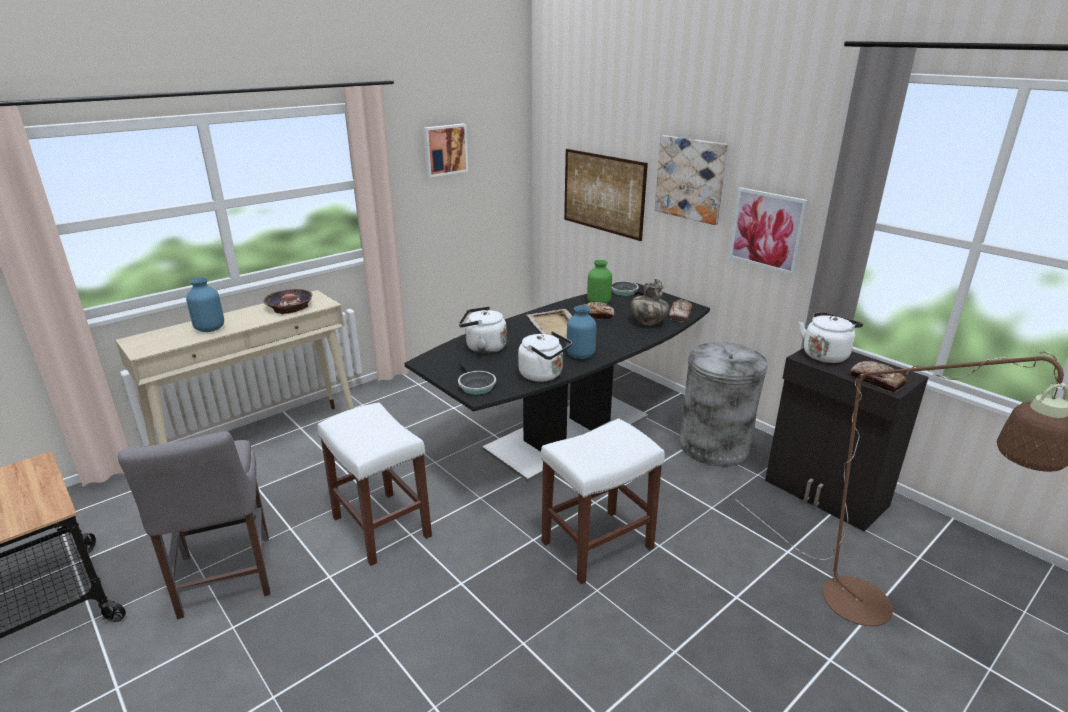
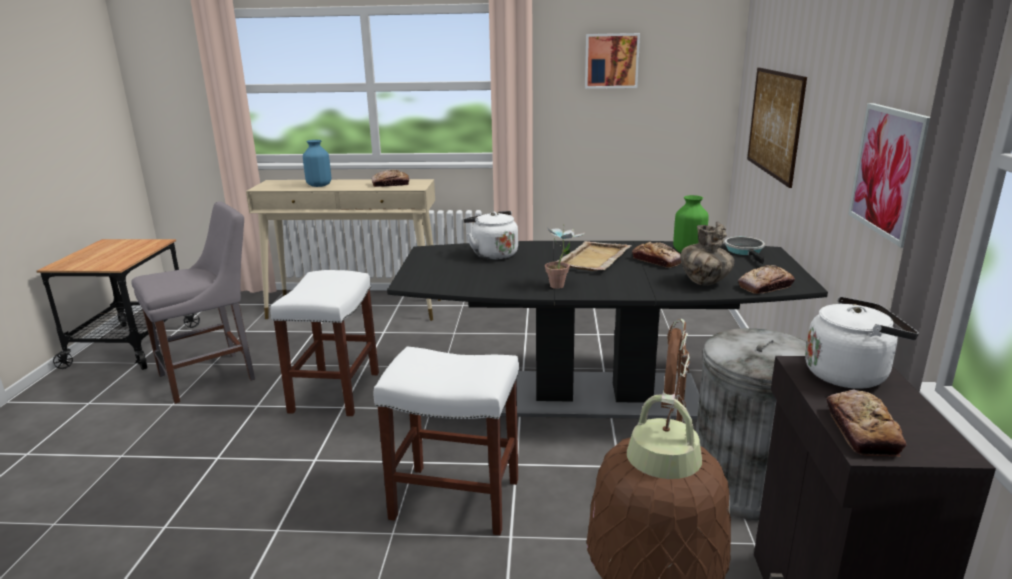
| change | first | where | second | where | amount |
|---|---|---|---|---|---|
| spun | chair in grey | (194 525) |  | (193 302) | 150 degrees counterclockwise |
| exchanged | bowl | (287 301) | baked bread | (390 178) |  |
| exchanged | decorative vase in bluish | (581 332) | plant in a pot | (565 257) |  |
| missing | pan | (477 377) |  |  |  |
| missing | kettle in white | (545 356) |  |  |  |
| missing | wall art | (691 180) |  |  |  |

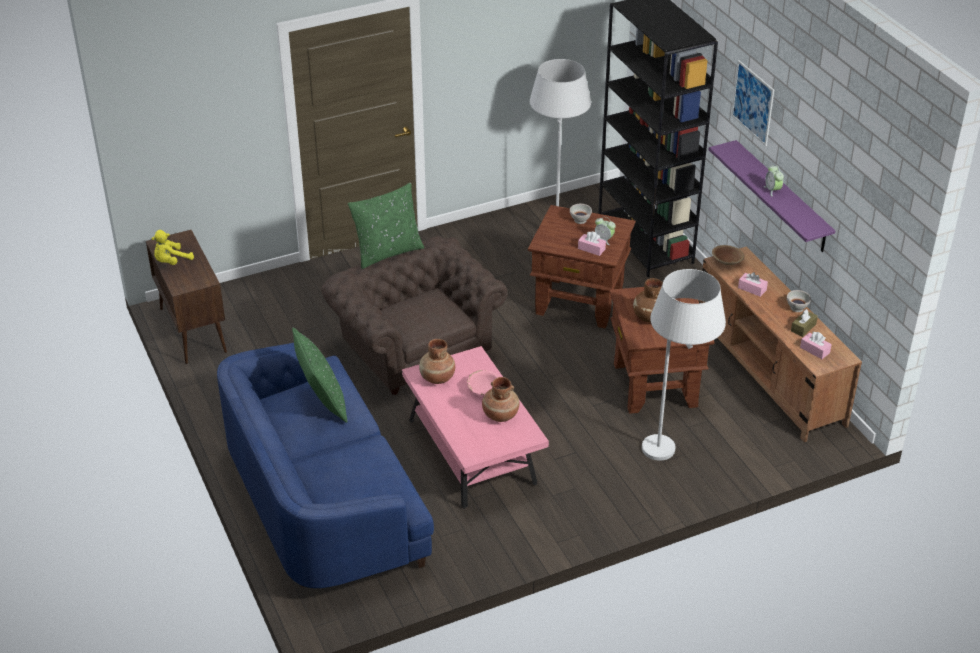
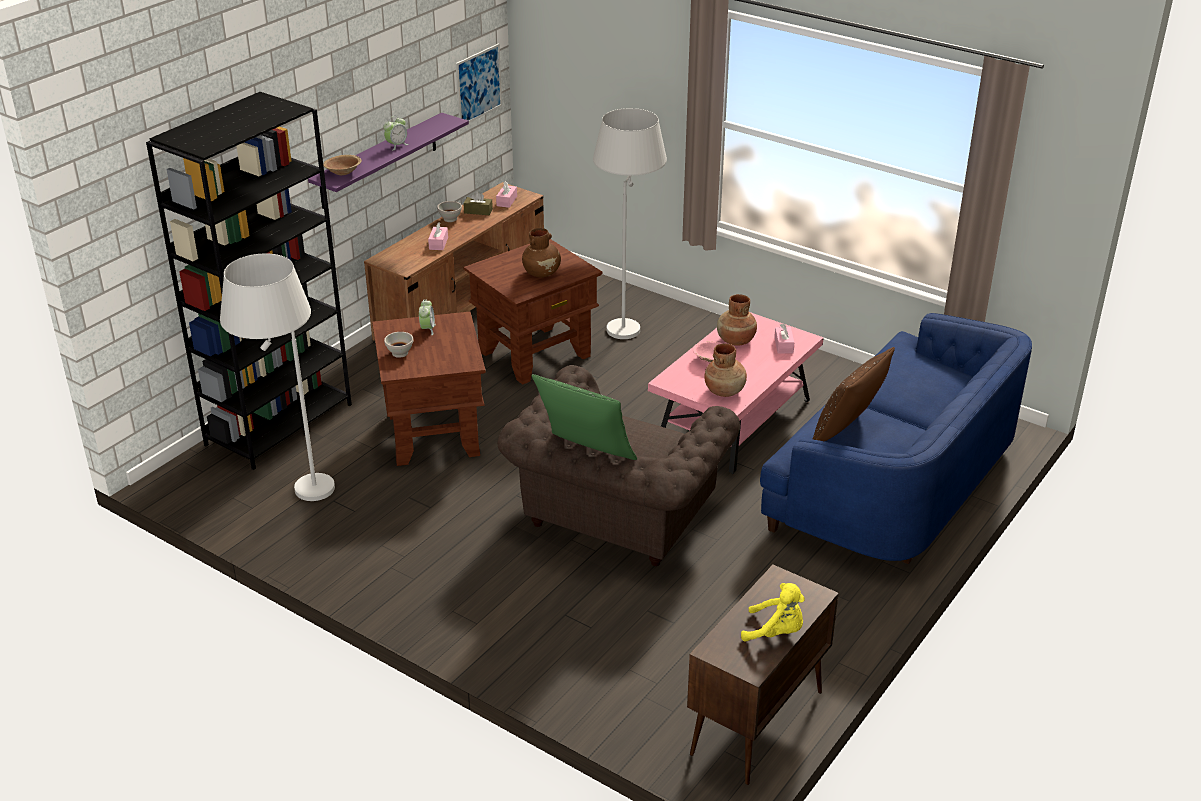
| change | first | where | second | where | amount |
|---|---|---|---|---|---|
| relocated | bowl in brown-coloured | (728 255) |  | (342 165) |  |
| relocated | wall art | (752 103) |  | (479 83) |  |
| relocated | box of tissues in pinkish | (592 243) |  | (784 339) |  |
| colour | pillow in greenish | (320 375) | pillow in brown-coloured | (853 394) |  |

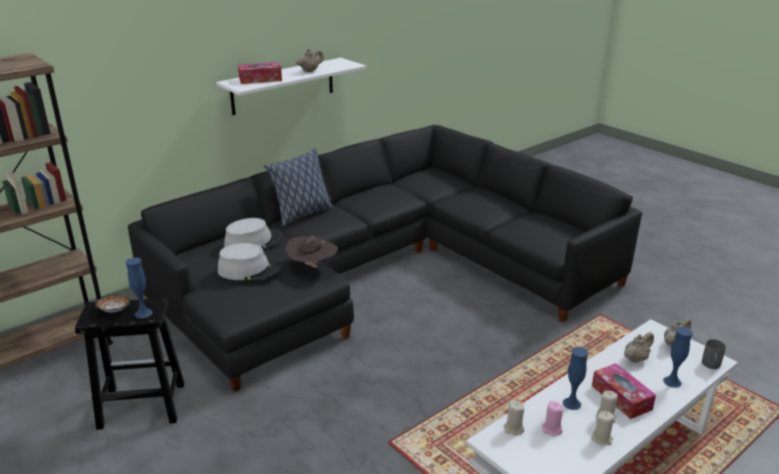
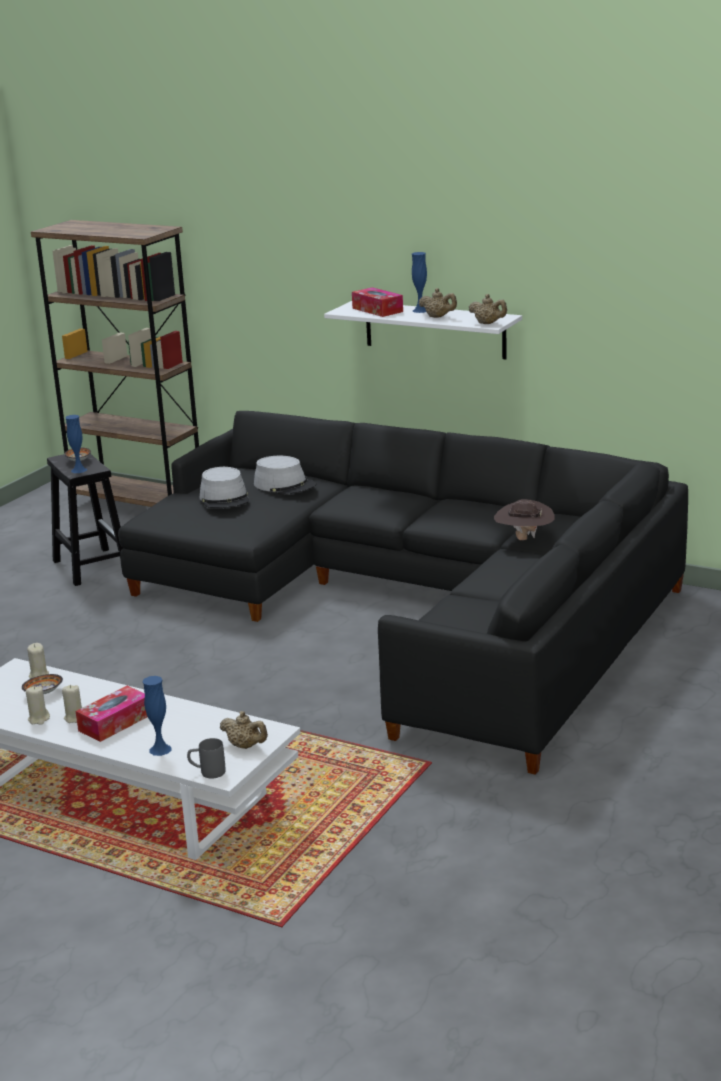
| change | first | where | second | where | amount |
|---|---|---|---|---|---|
| exchanged | candle in pinkish | (552 418) | bowl | (42 684) |  |
| relocated | decorative vase in bluish | (576 378) |  | (419 282) |  |
| relocated | pot for tea in beige | (639 347) |  | (487 309) |  |
| relocated | hat in brown-coloured | (311 252) |  | (524 519) |  |
| missing | pillow | (298 187) |  |  |  |

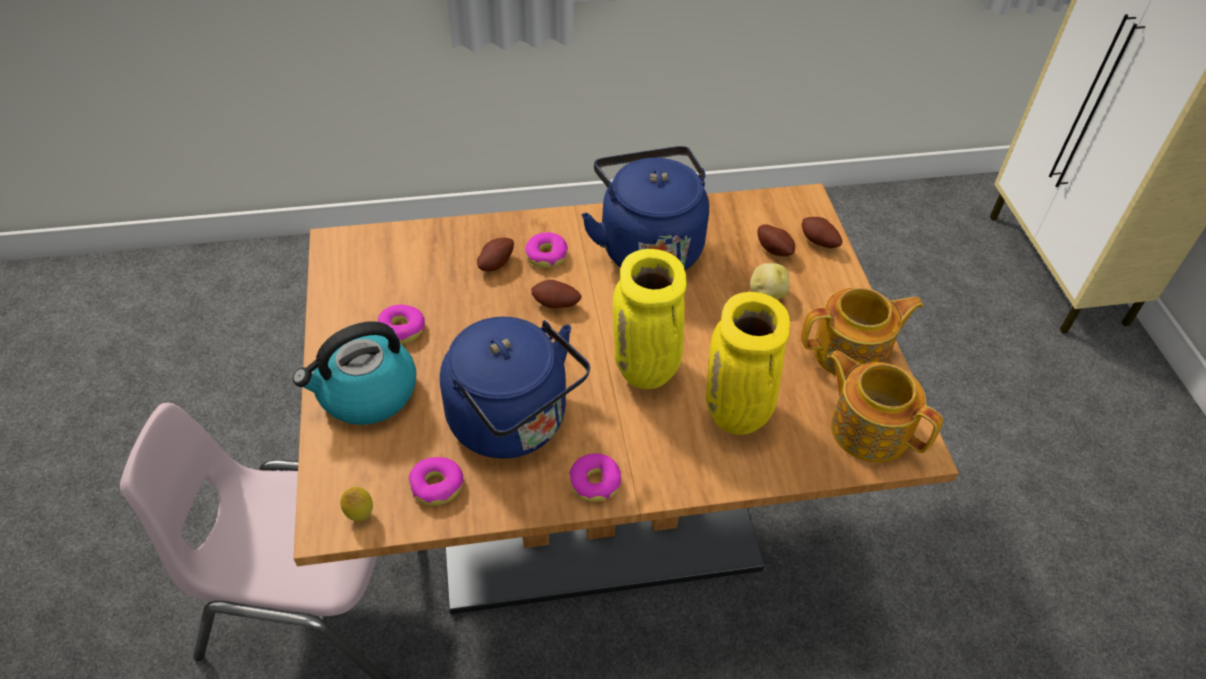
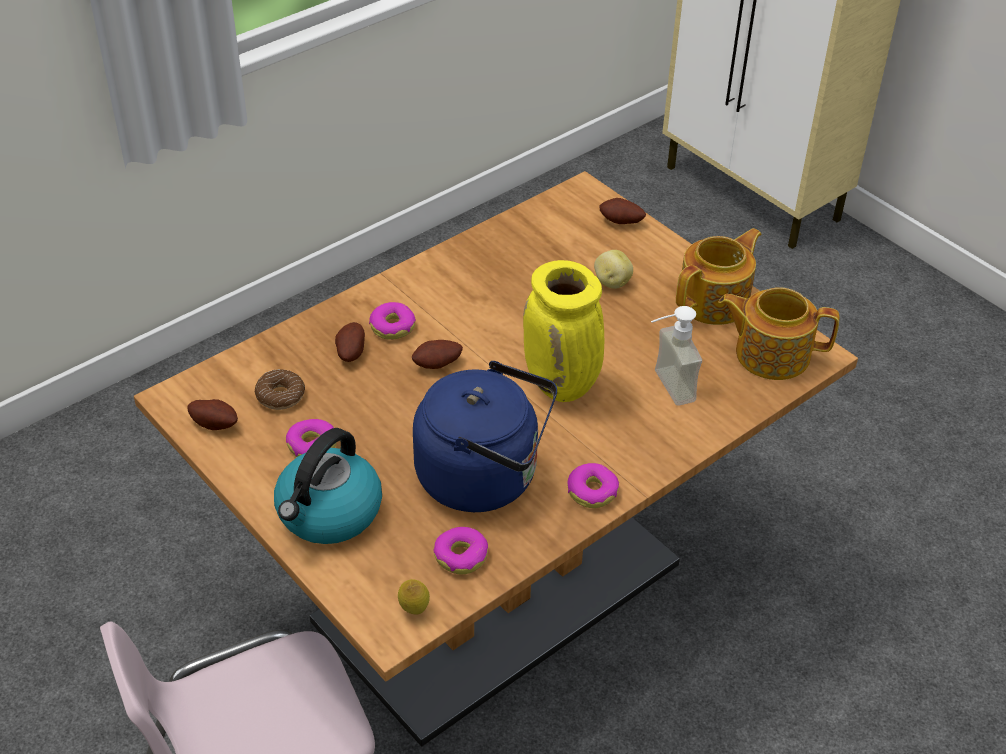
| change | first | where | second | where | amount |
|---|---|---|---|---|---|
| relocated | whole potato | (776 240) |  | (212 414) |  |
| appeared |  |  | ring doughnut | (280 389) |  |
| exchanged | decorative vase in yellowish | (748 363) | liquid soap bottle | (676 356) |  |
| missing | kettle in bluish | (645 208) |  |  |  |

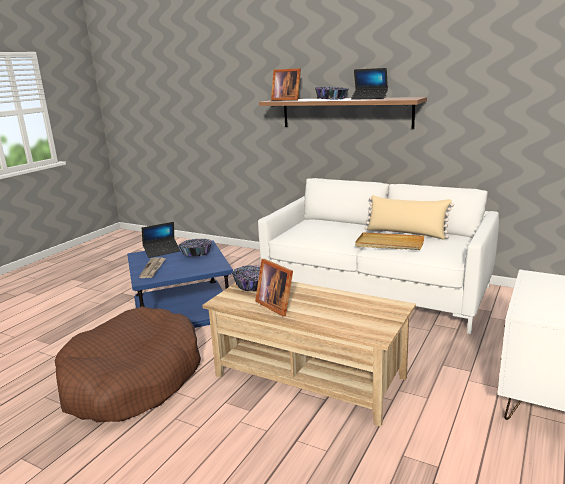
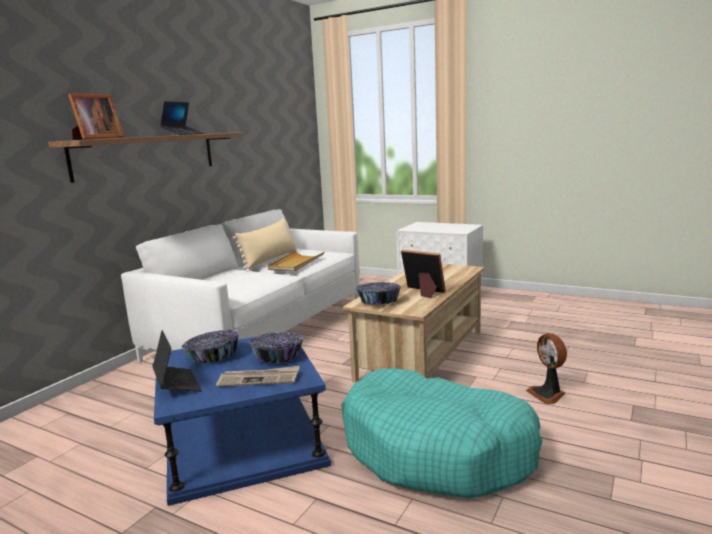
| change | first | where | second | where | amount |
|---|---|---|---|---|---|
| relocated | bowl | (332 93) |  | (276 347) |  |
| colour | dog bed in brown-coloured | (128 364) | dog bed in blue-green | (442 433) |  |
| spun | photo frame | (274 287) |  | (423 274) | 105 degrees counterclockwise |
| appeared |  |  | fan | (546 368) |  |

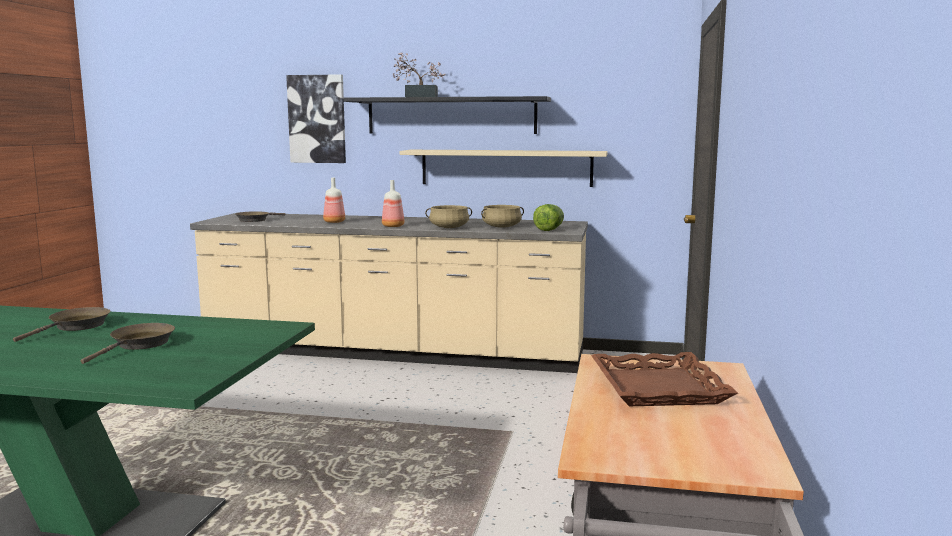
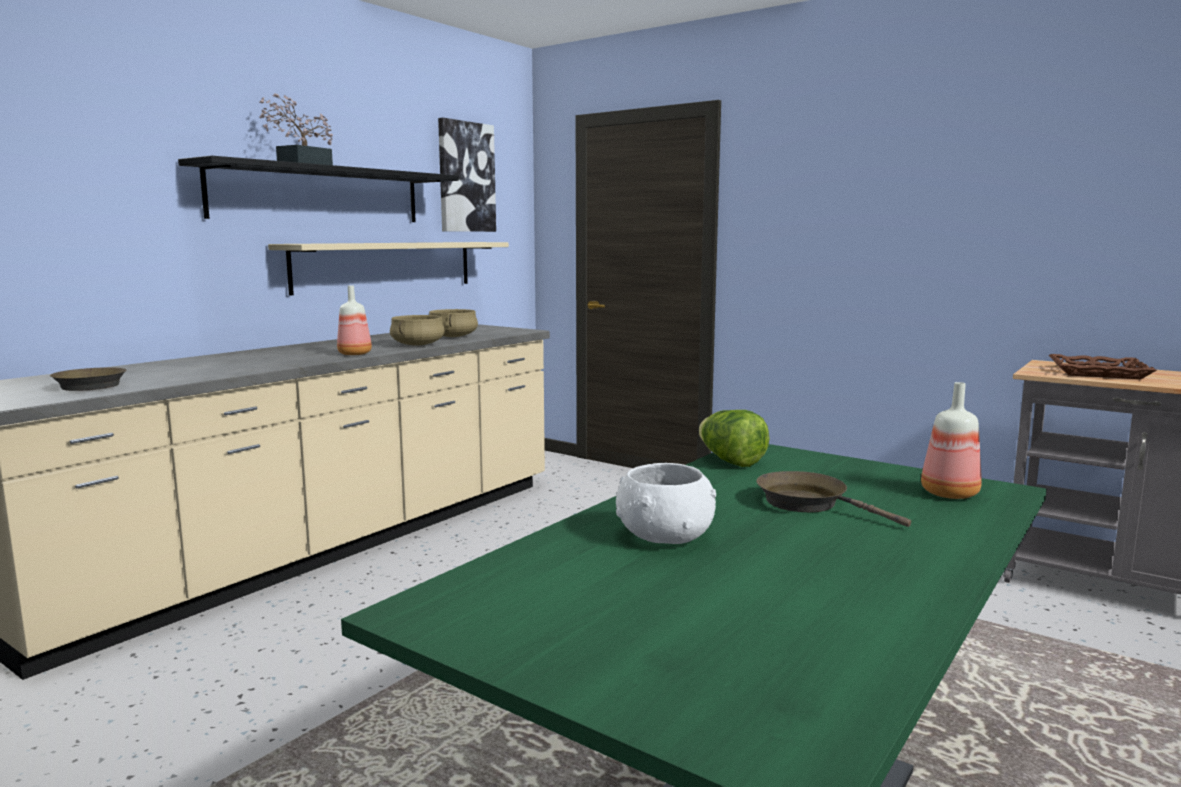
| change | first | where | second | where | amount |
|---|---|---|---|---|---|
| relocated | wall art | (316 118) |  | (467 175) |  |
| exchanged | pan in brown-coloured | (61 324) | bowl in white | (666 503) |  |
| relocated | head of lettuce | (548 217) |  | (734 438) |  |
| relocated | drink bottle | (334 200) |  | (951 440) |  |

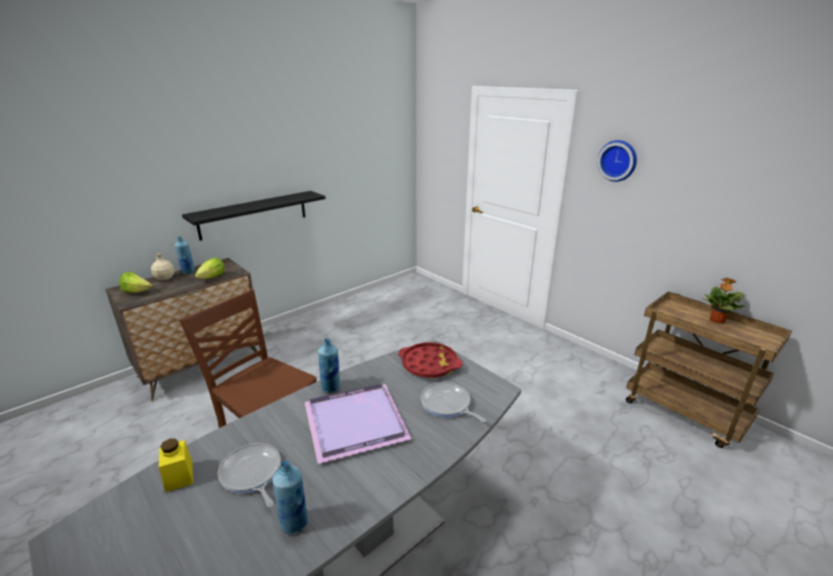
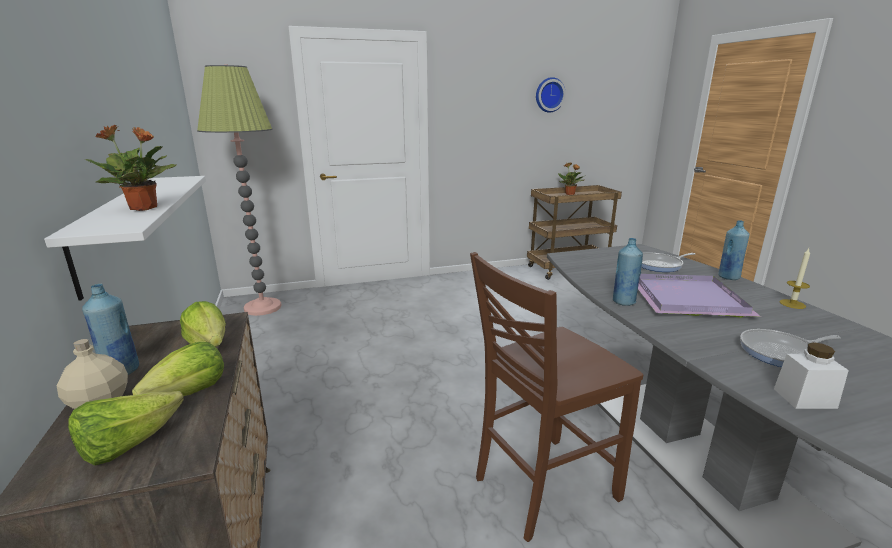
| change | first | where | second | where | amount |
|---|---|---|---|---|---|
| colour | shelf in black-coloured | (254 216) | shelf in white | (125 238) |  |
| appeared |  |  | plant in a pot | (130 168) |  |
| appeared |  |  | head of lettuce | (178 369) |  |
| appeared |  |  | standard lamp | (239 190) |  |
| relocated | wall clock | (617 161) |  | (551 95) |  |
| relocated | drink bottle in bluish | (290 497) |  | (734 250) |  |
| colour | preserve jar in yellowish | (176 465) | preserve jar in white | (811 375) |  |
| appeared |  |  | candle | (794 279) |  |
| missing | carrying tray in reddish | (430 360) |  |  |  |

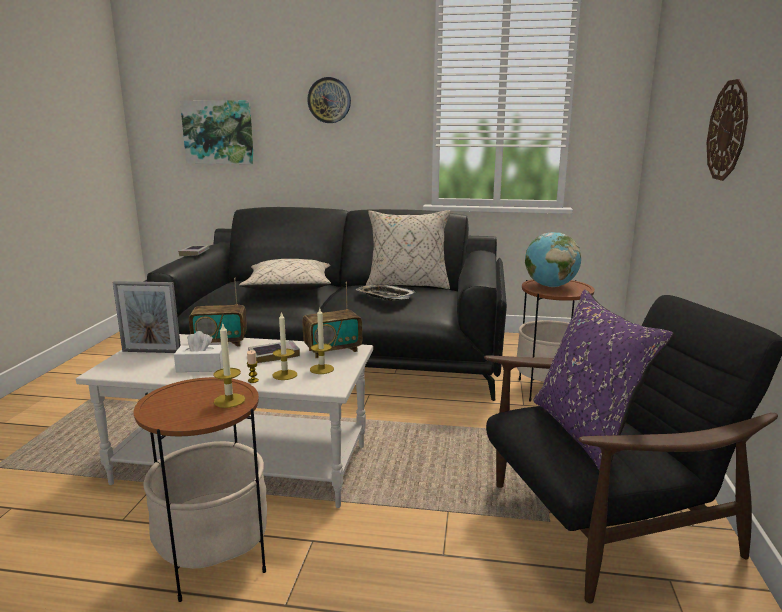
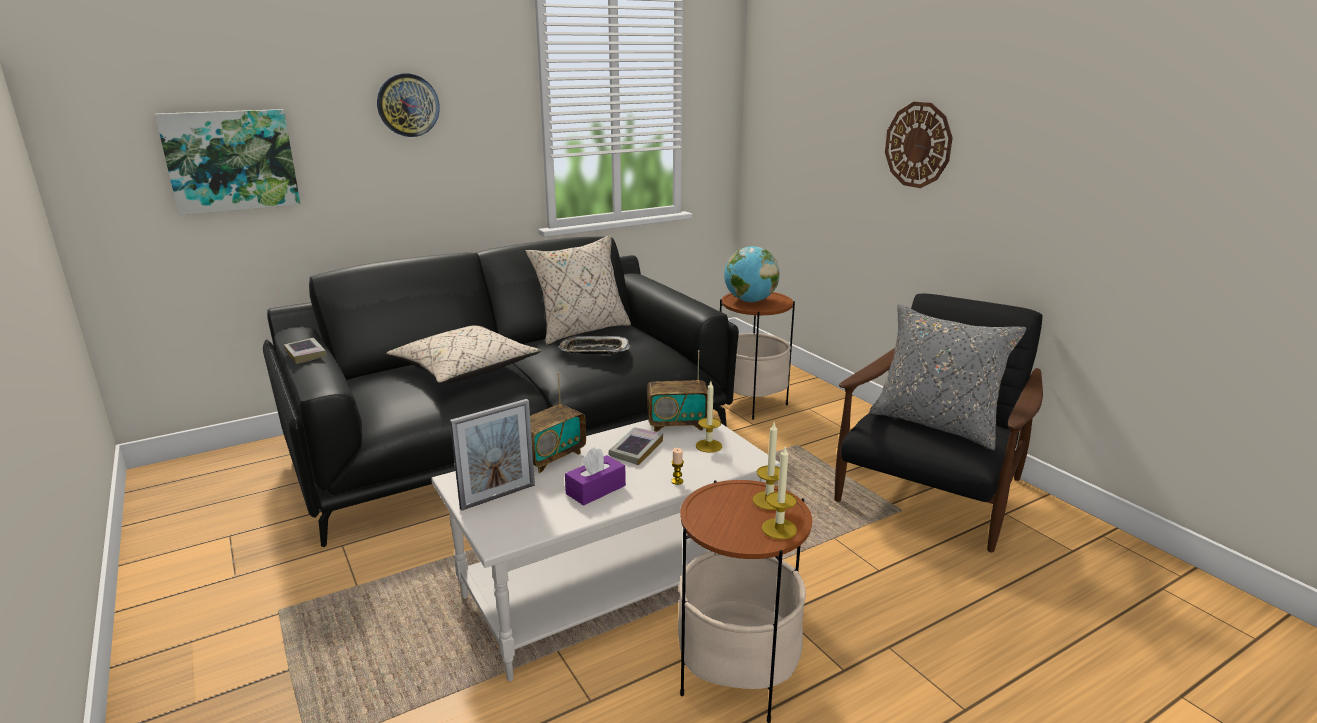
| change | first | where | second | where | amount |
|---|---|---|---|---|---|
| colour | box of tissues in white | (198 351) | box of tissues in purplish | (595 476) |  |
| spun | radio set | (332 320) |  | (677 391) | 60 degrees clockwise |
| relocated | candle | (285 345) |  | (779 493) |  |
| colour | pillow in purplish | (603 379) | pillow in grey | (948 377) |  |

